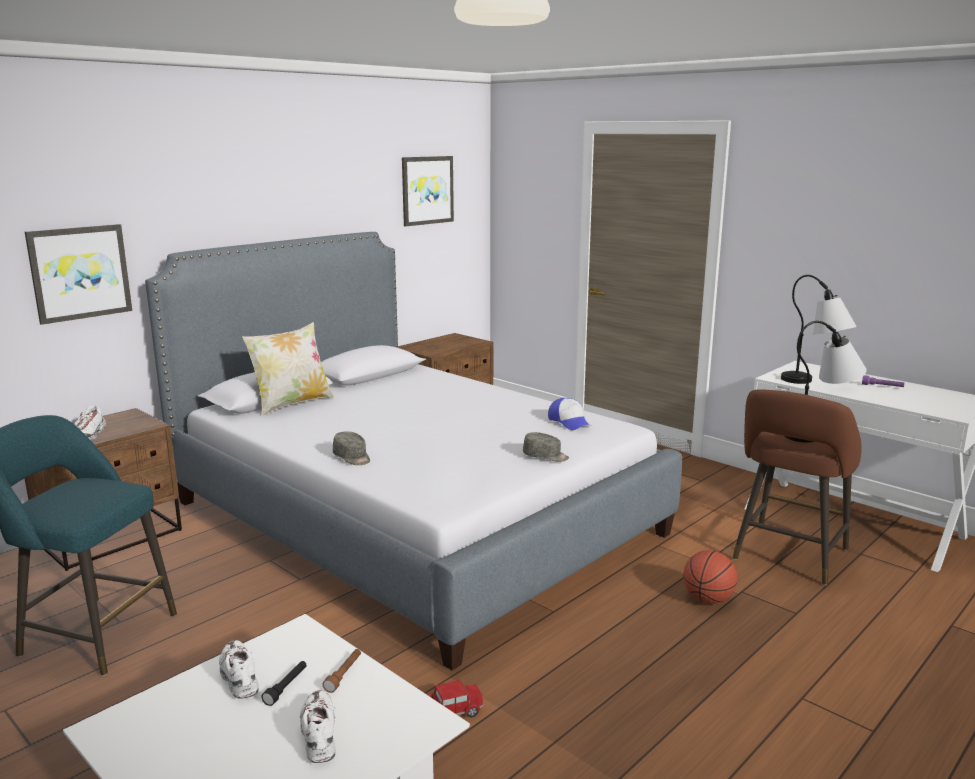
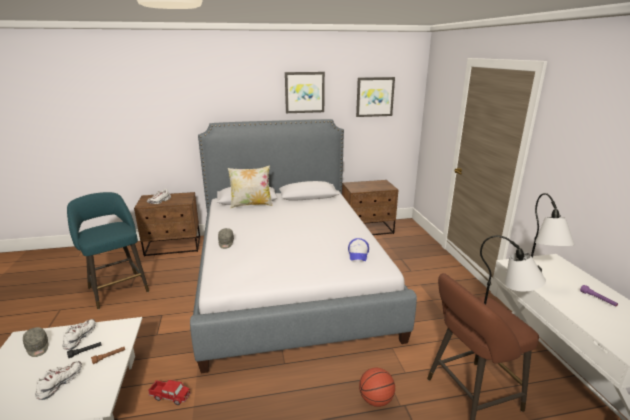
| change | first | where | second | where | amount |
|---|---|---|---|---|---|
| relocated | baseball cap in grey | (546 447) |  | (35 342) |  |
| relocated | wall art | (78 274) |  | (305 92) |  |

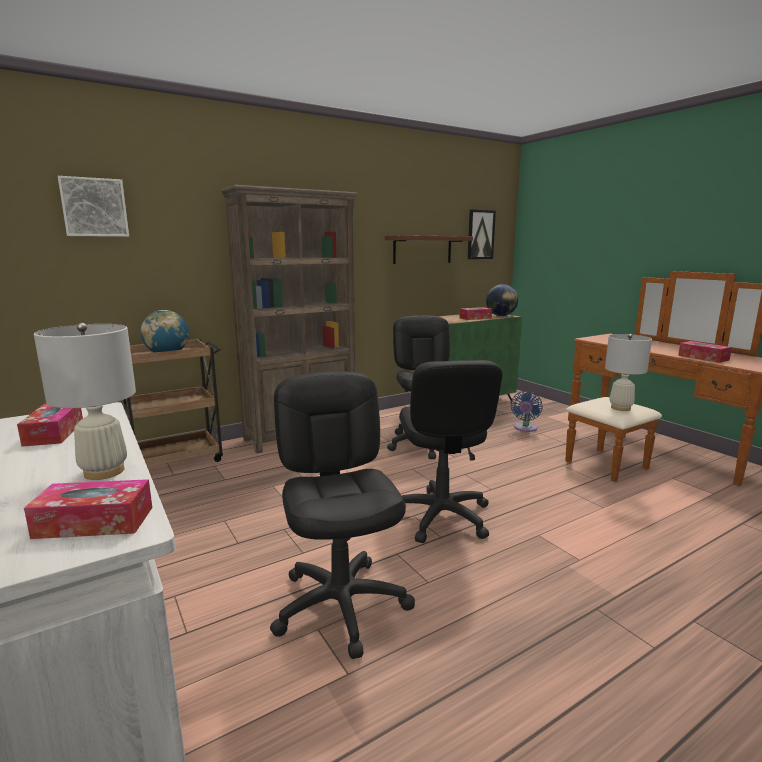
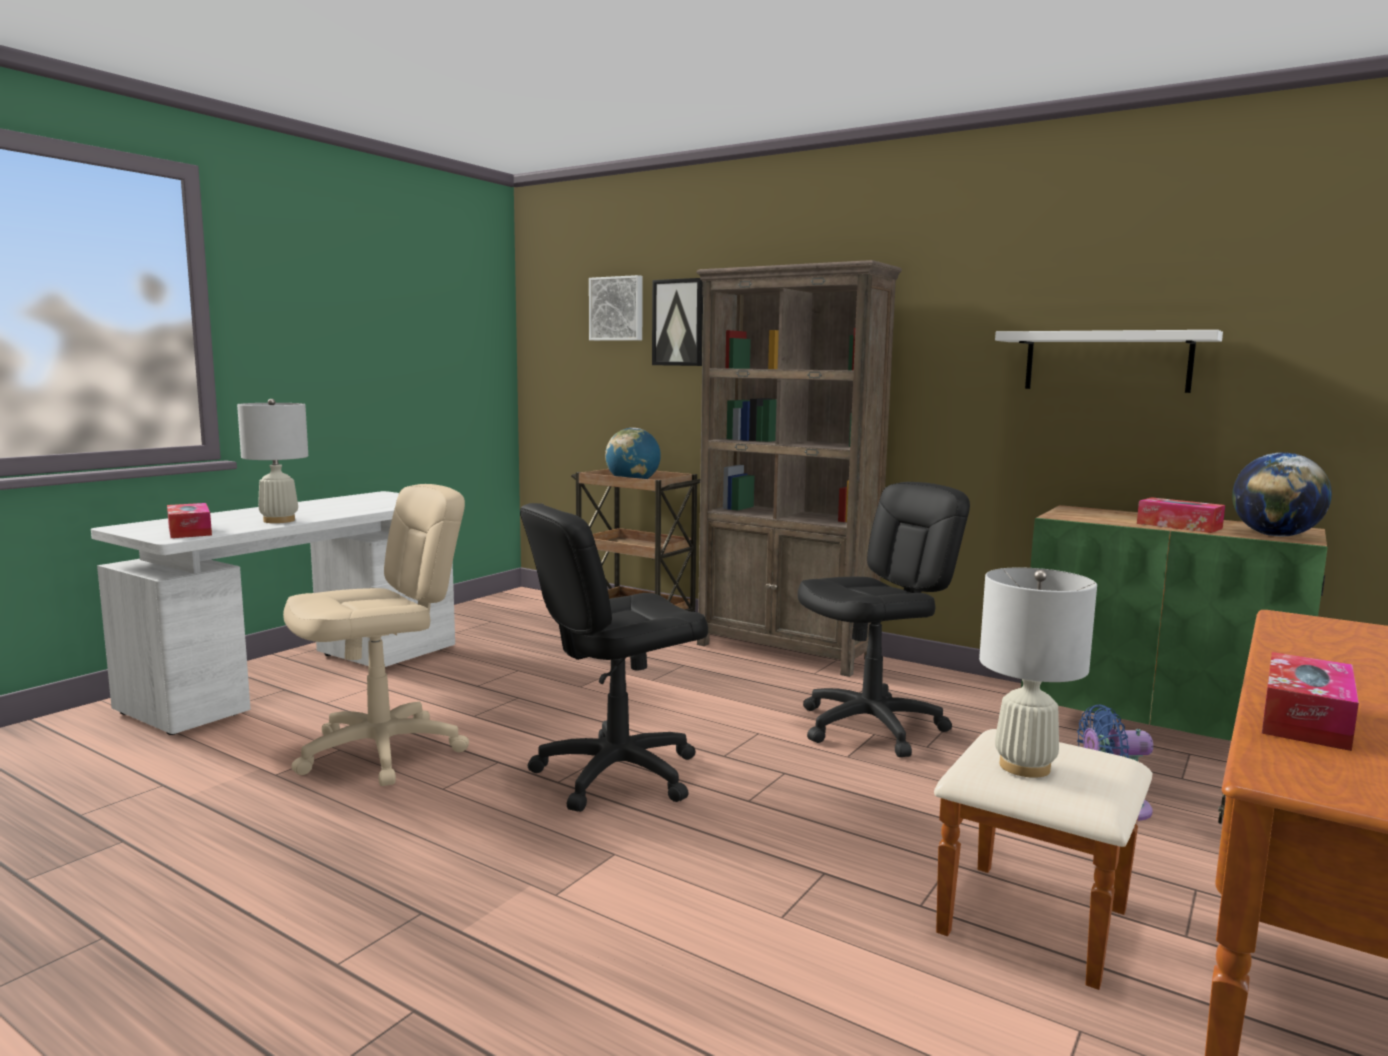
| change | first | where | second | where | amount |
|---|---|---|---|---|---|
| colour | office chair in black-coloured | (342 515) | office chair in beige | (376 635) |  |
| relocated | wall art | (481 234) |  | (677 322) |  |
| colour | shelf in brown-coloured | (429 249) | shelf in white | (1109 361) |  |
| missing | box of tissues | (50 425) |  |  |  |

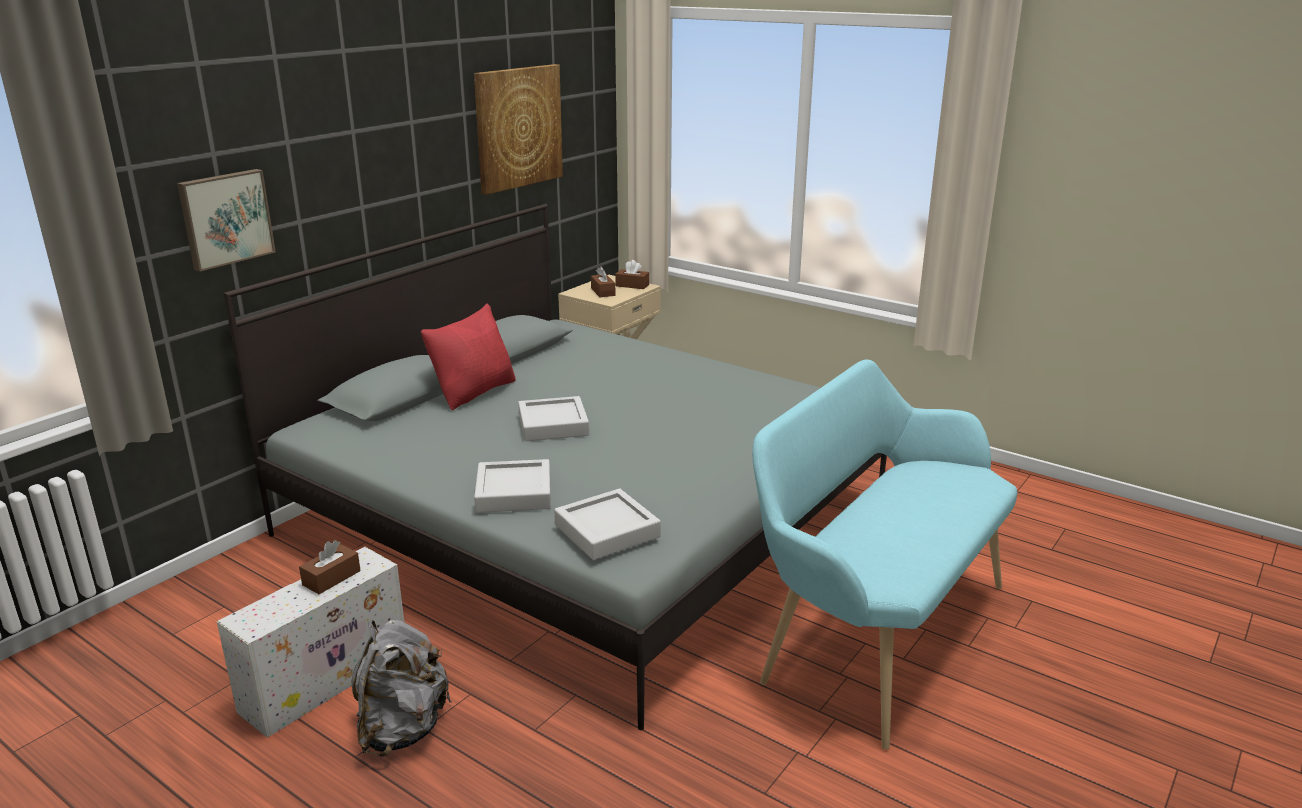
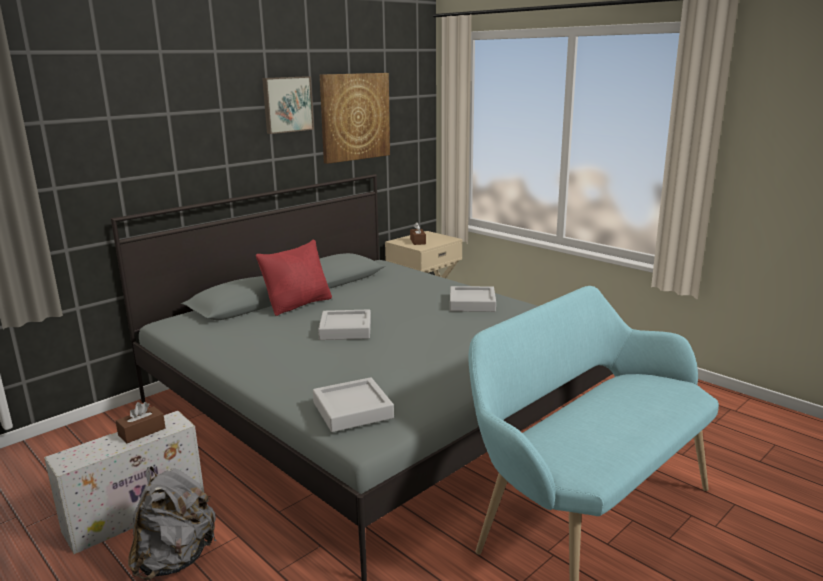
| change | first | where | second | where | amount |
|---|---|---|---|---|---|
| relocated | wall art | (226 220) |  | (288 105) |  |
| relocated | carrying tray in grey | (512 486) |  | (473 299) |  |
| missing | box of tissues in brown-coloured | (632 274) |  |  |  |

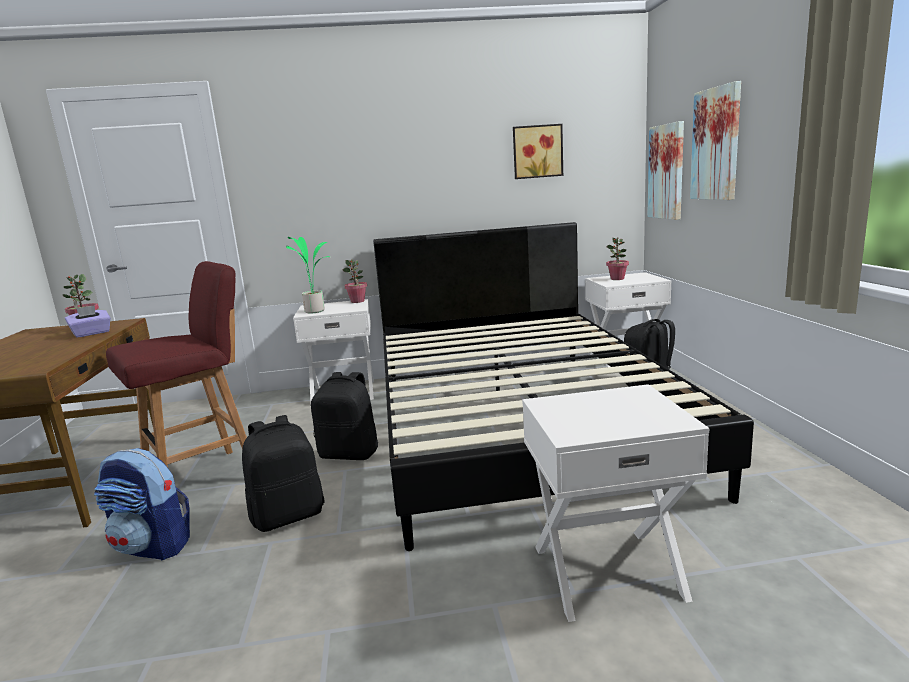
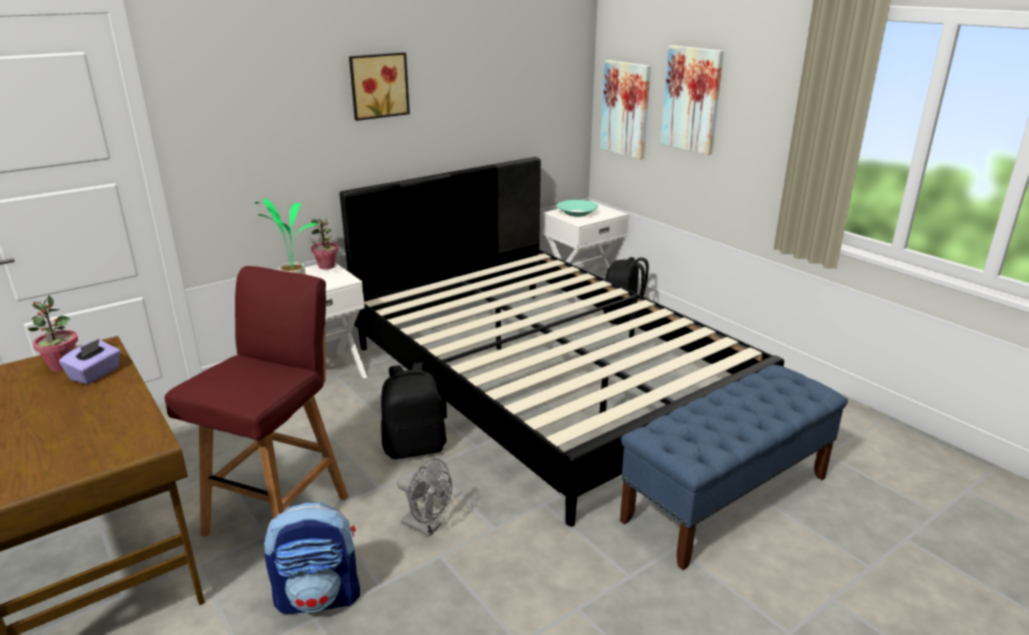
| change | first | where | second | where | amount |
|---|---|---|---|---|---|
| relocated | wall art | (538 151) |  | (379 86) |  |
| exchanged | knapsack in black-coloured | (283 473) | fan in grey | (424 497) |  |
| exchanged | plant in a pot | (617 258) | bowl in blue-green | (577 208) |  |
| exchanged | nightstand in white | (615 503) | long seat in bluish | (734 467) |  |

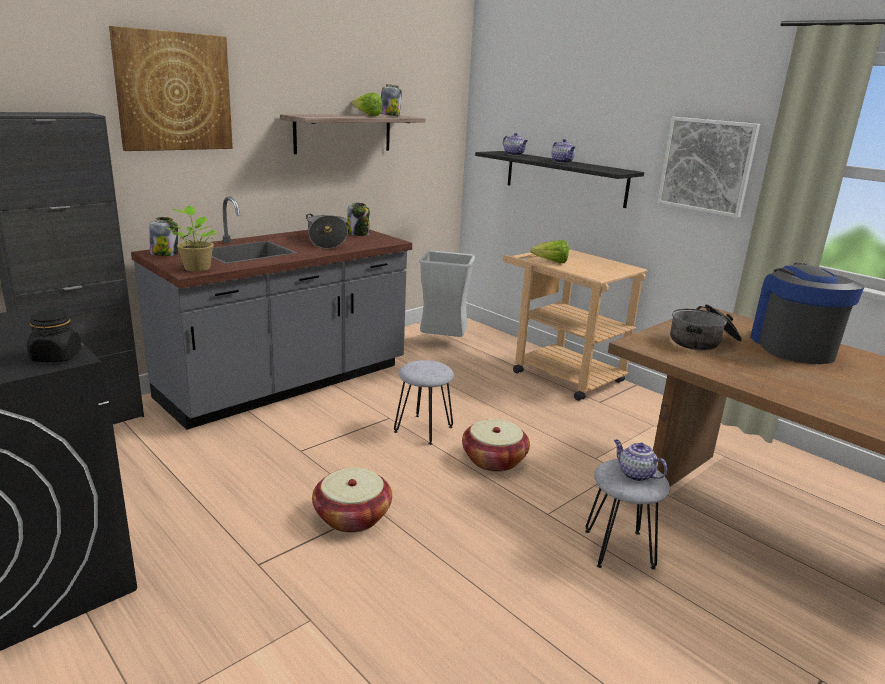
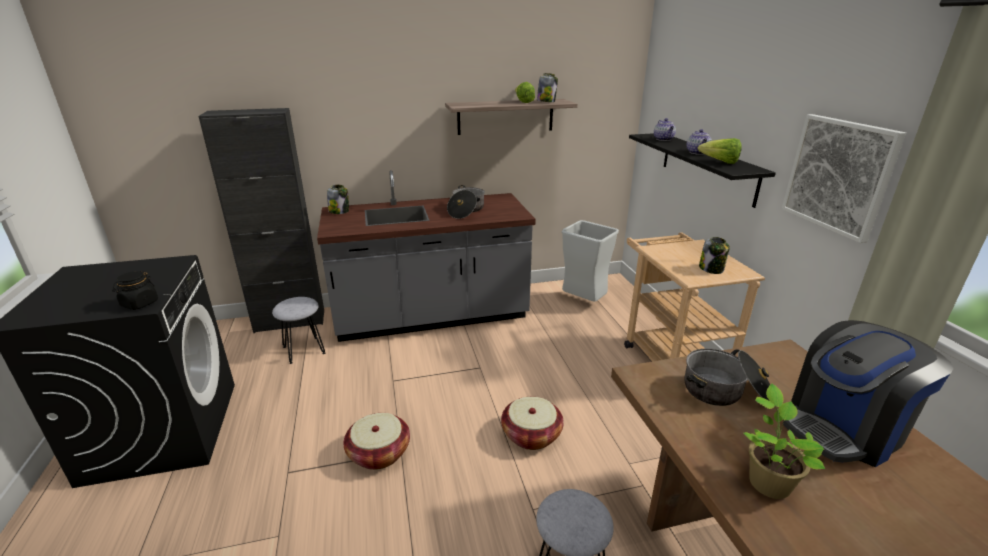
| change | first | where | second | where | amount |
|---|---|---|---|---|---|
| relocated | sitting stool in grey | (424 402) |  | (298 330) |  |
| relocated | head of lettuce | (549 251) |  | (720 151) |  |
| relocated | preserve jar | (358 219) |  | (714 255) |  |
| relocated | plant in a pot | (192 239) |  | (784 441) |  |
| spun | coffee brewer | (807 313) |  | (868 393) | 150 degrees counterclockwise |
| missing | wall art | (171 88) |  |  |  |
| missing | pot for tea | (641 461) |  |  |  |

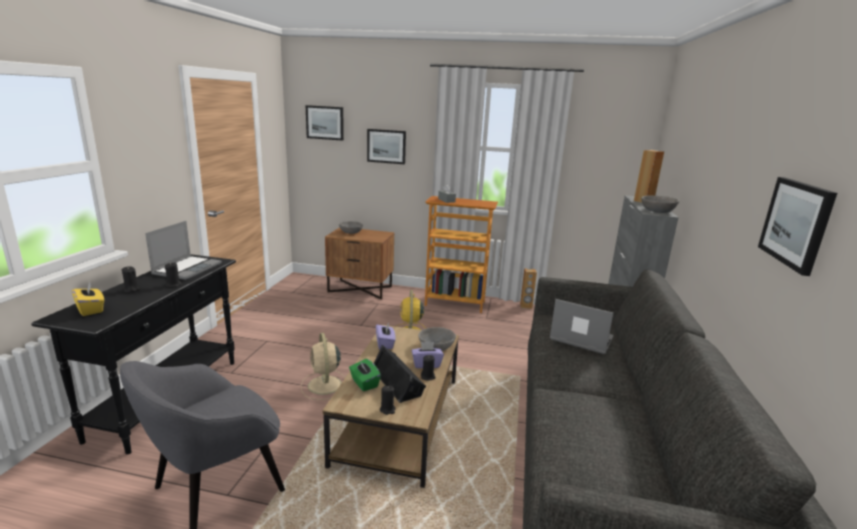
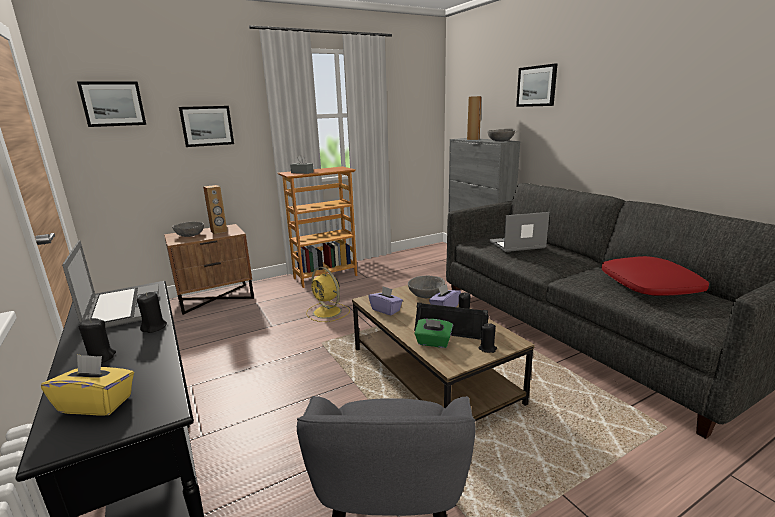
| change | first | where | second | where | amount |
|---|---|---|---|---|---|
| relocated | loudspeaker in brown-coloured | (528 288) |  | (215 209) |  |
| relocated | wall art | (797 226) |  | (536 85) |  |
| appeared |  |  | pillow in reddish | (655 276) |  |
| missing | fan in beige | (323 366) |  |  |  |

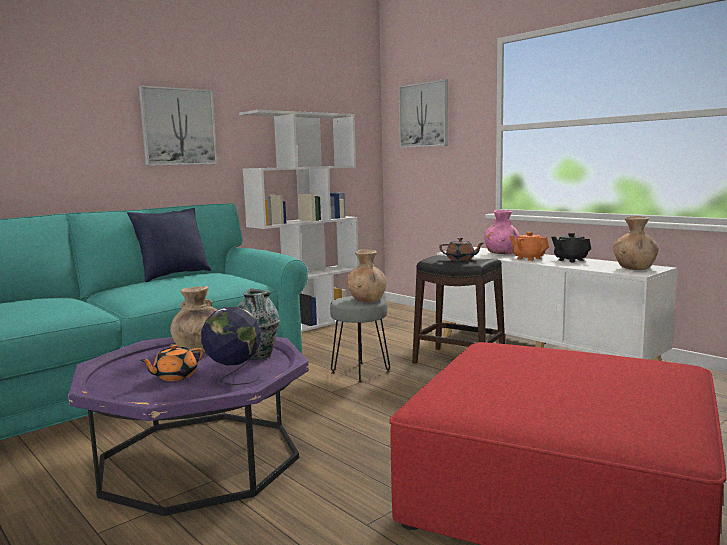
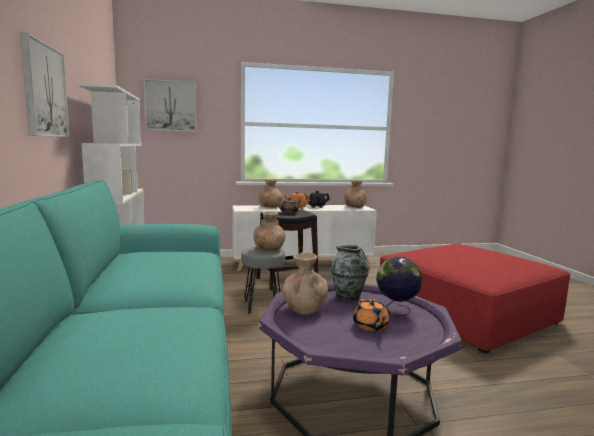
| change | first | where | second | where | amount |
|---|---|---|---|---|---|
| colour | decorative vase in pinkish | (502 232) | decorative vase in brown-coloured | (270 193) |  |
| missing | pillow in bluish | (169 245) |  |  |  |

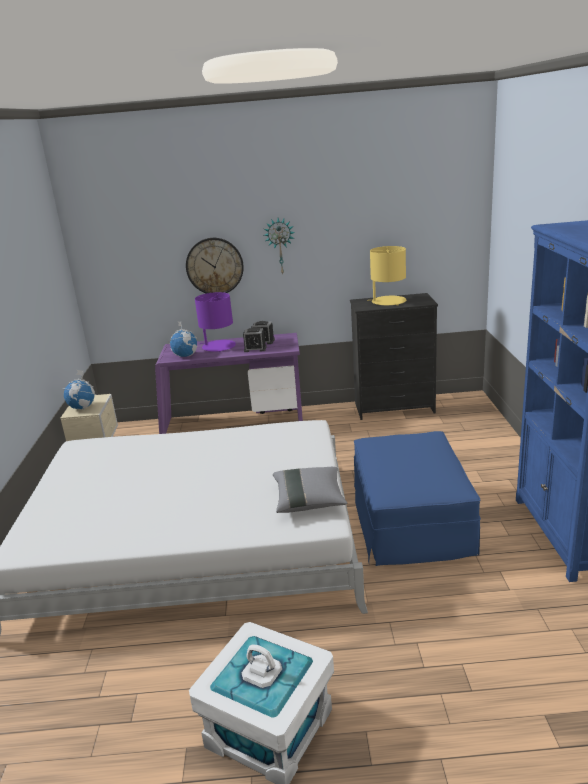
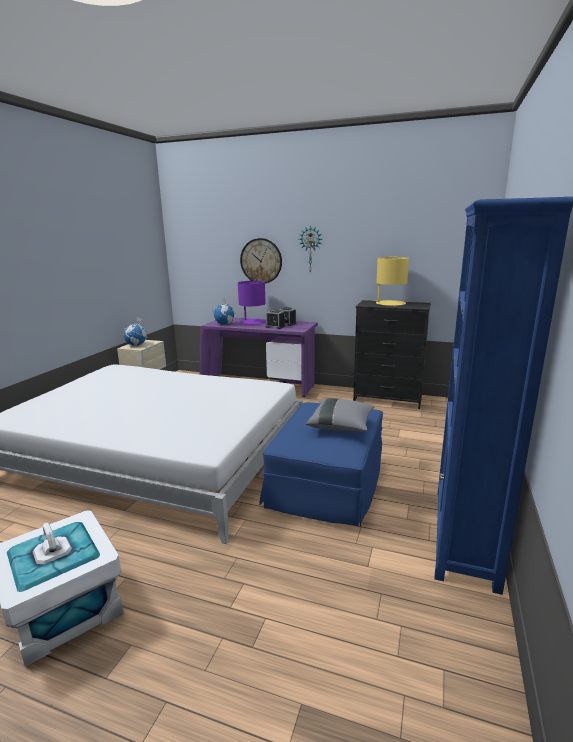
| change | first | where | second | where | amount |
|---|---|---|---|---|---|
| relocated | pillow in grey | (310 490) |  | (340 415) |  |

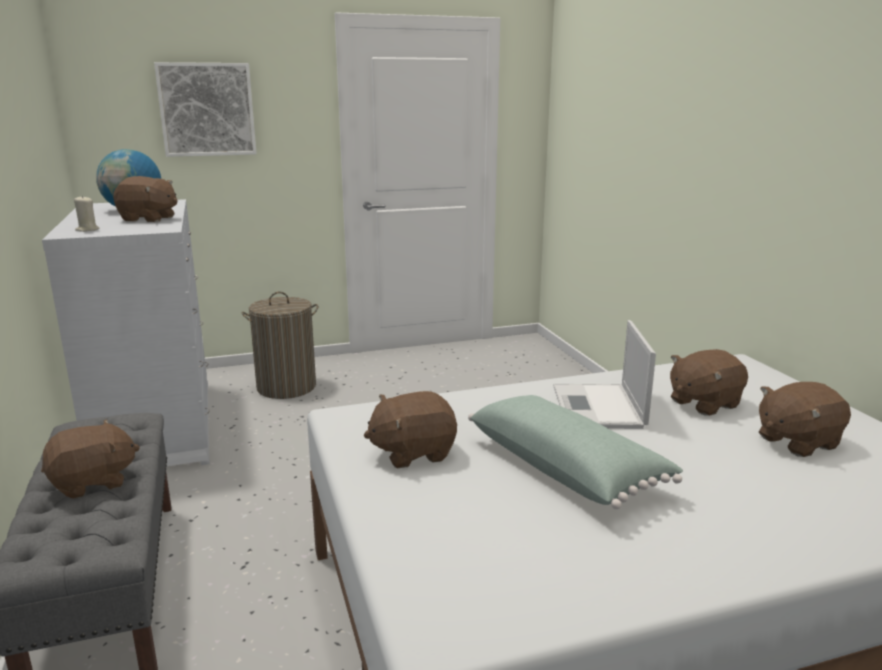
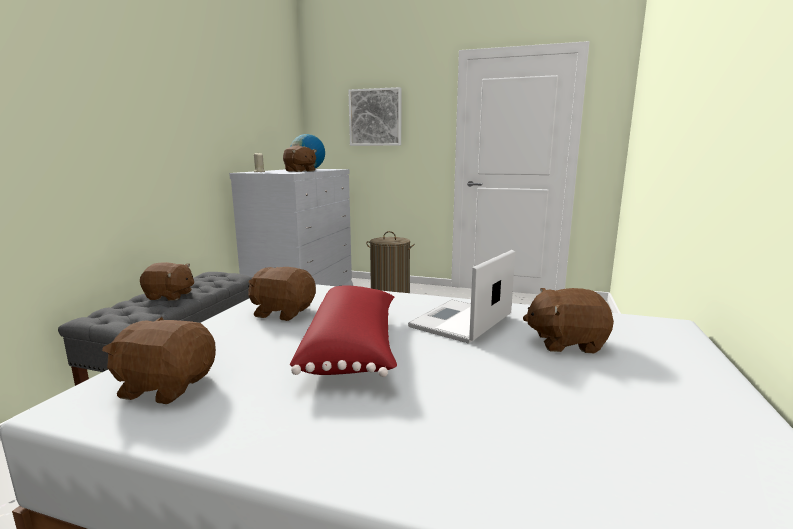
| change | first | where | second | where | amount |
|---|---|---|---|---|---|
| relocated | soft toy in brown-coloured | (805 419) |  | (159 360) |  |
| colour | pillow in greenish | (575 452) | pillow in reddish | (343 331) |  |

